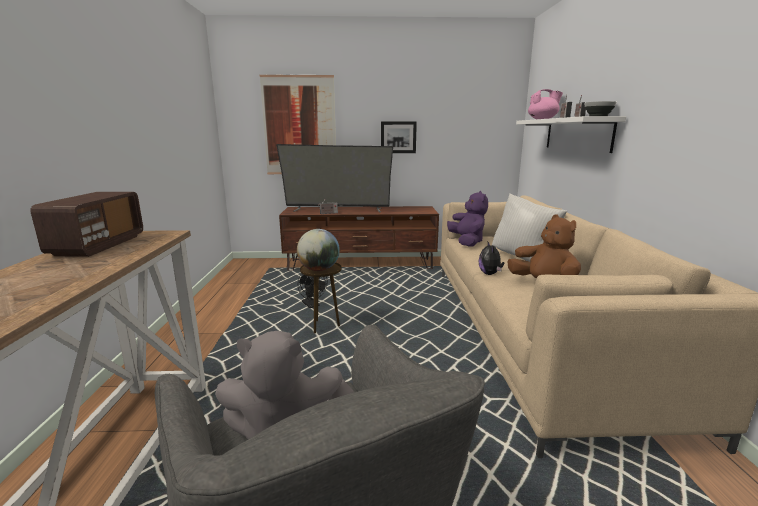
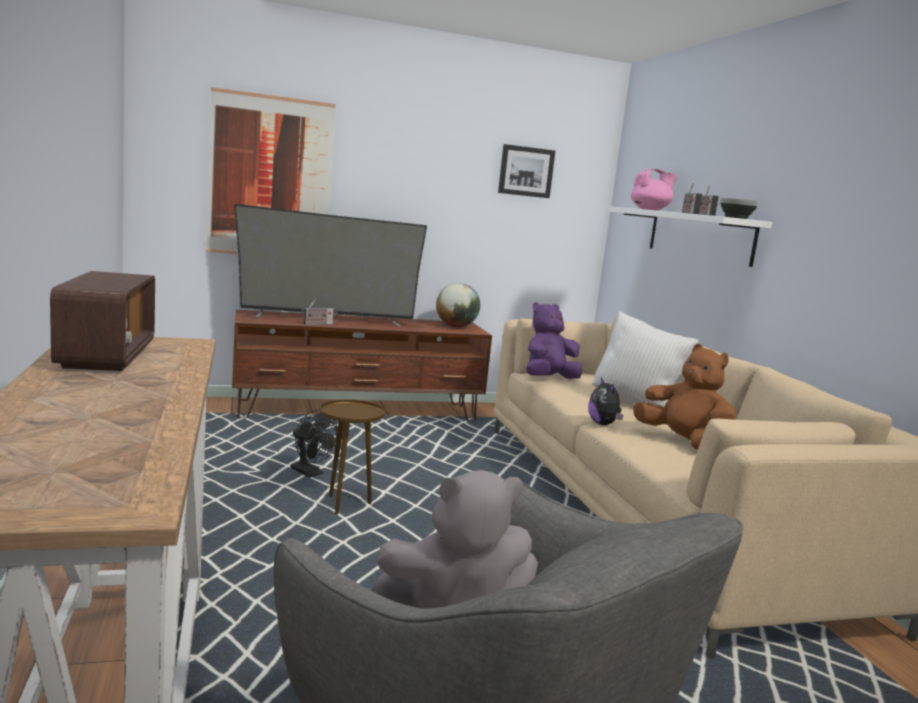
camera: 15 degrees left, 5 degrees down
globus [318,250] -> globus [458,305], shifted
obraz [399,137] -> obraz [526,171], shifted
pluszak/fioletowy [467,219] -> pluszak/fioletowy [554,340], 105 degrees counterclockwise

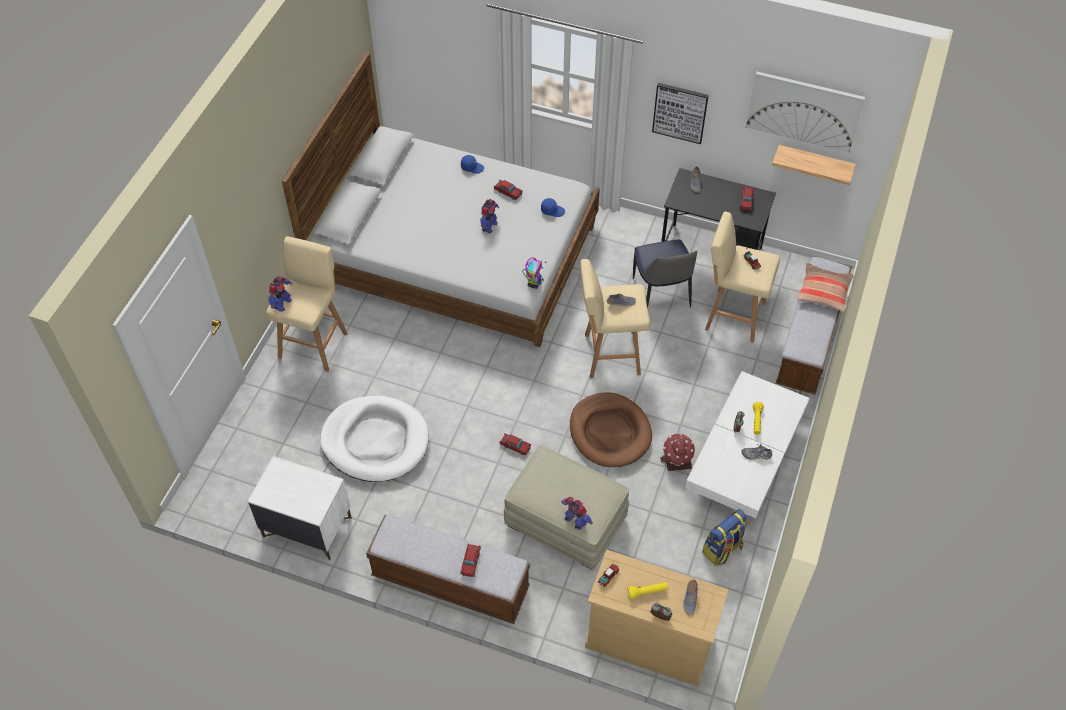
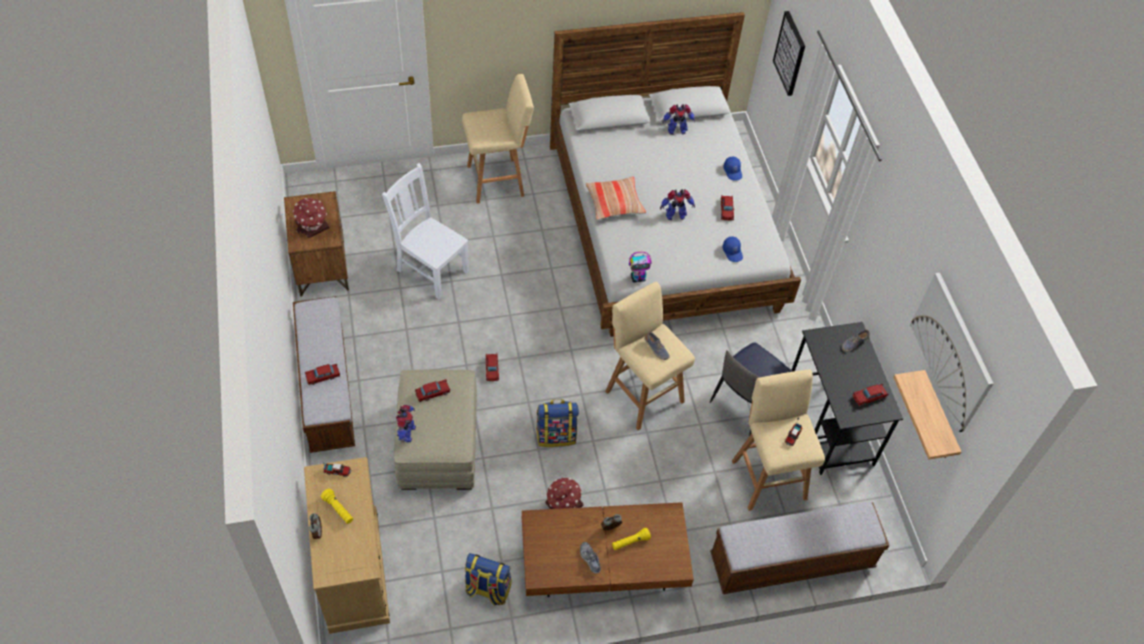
camera: 55 degrees right, 0 degrees up
szafka nocna/biały [299,508] -> szafka nocna/brązowy [316,244]
none -> domek [311,218]
legowisko/biały [374,439] -> krzesło/biały [425,231]
none -> samochodzik/czerwony [432,390]
ława/biały [747,444] -> ława/brązowy [608,549]
legowisko/brązowy [611,429] -> plecak [557,423]
poduszka [825,287] -> poduszka [616,198], shifted
robot zabawkowy [280,294] -> robot zabawkowy [678,119], shifted
obraz [680,113] -> obraz [789,53], shifted
but [690,598] -> none

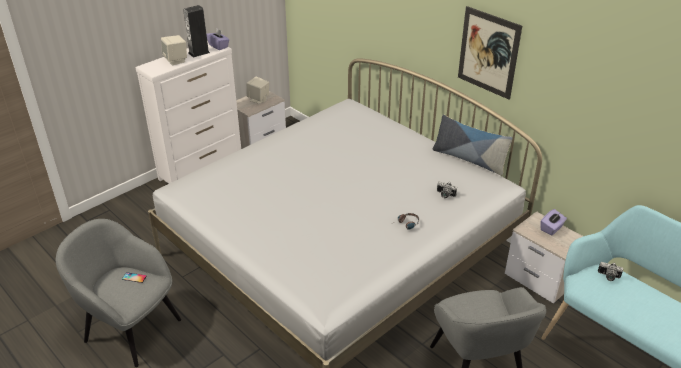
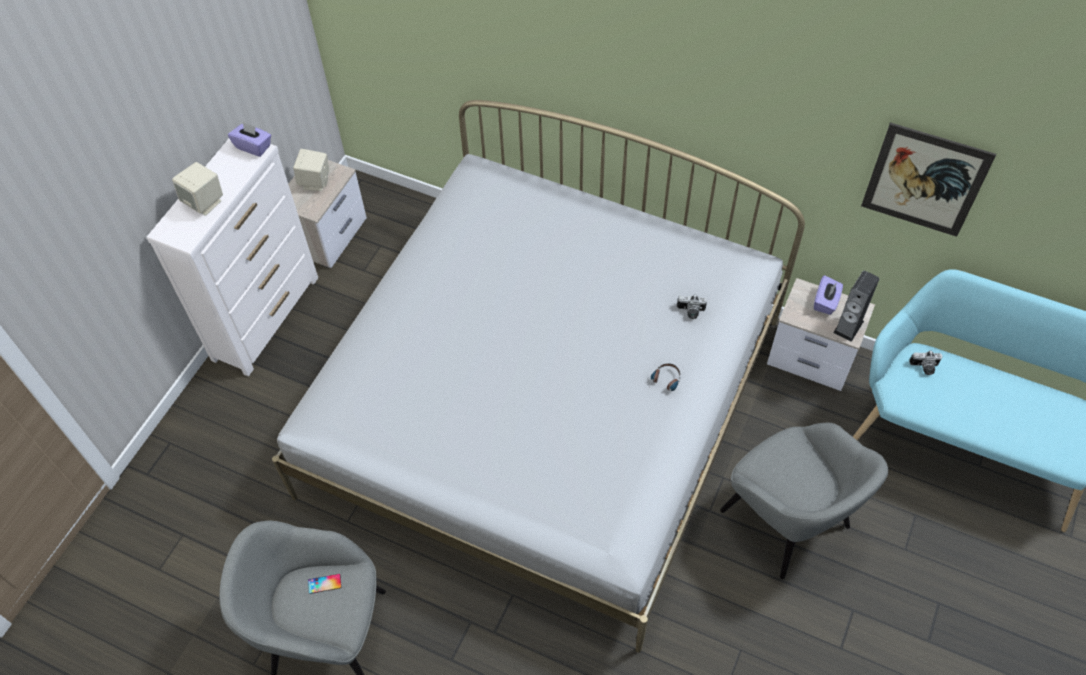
camera: 20 degrees left, 20 degrees up
głośnik [196,31] -> głośnik [856,306], shifted
obraz [490,53] -> obraz [928,179], shifted
poduszka [472,145] -> none

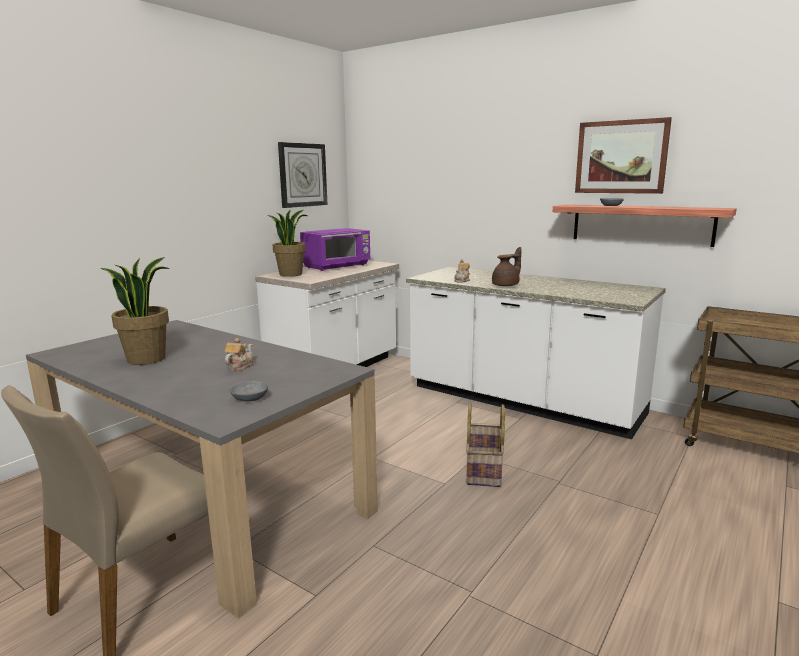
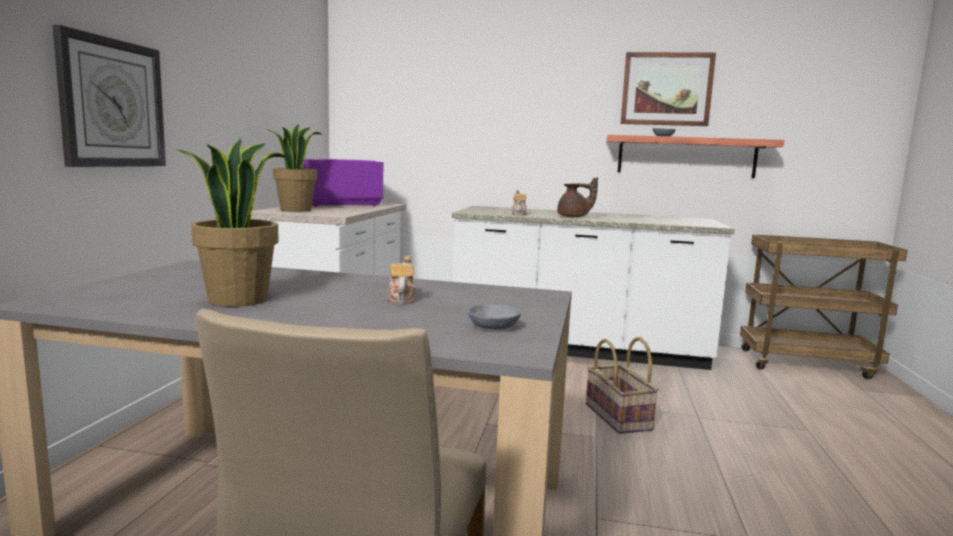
camera: 25 degrees left, 5 degrees down
zegar ścienny [303,175] -> zegar ścienny [109,96], shifted
mikrofalówka/fioletowy [335,249] -> mikrofalówka/fioletowy [342,183], 150 degrees counterclockwise
imbryk/brązowy [506,266] -> imbryk/brązowy [577,197], 75 degrees clockwise

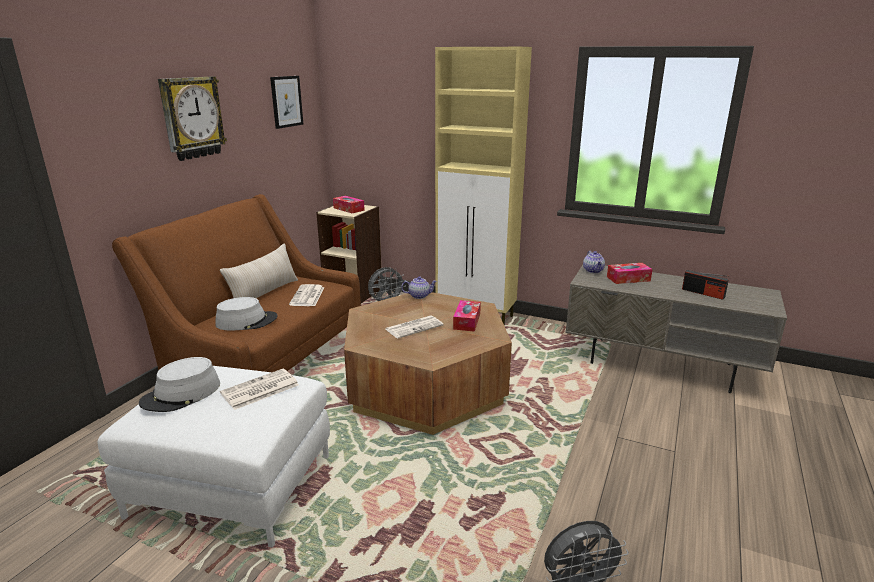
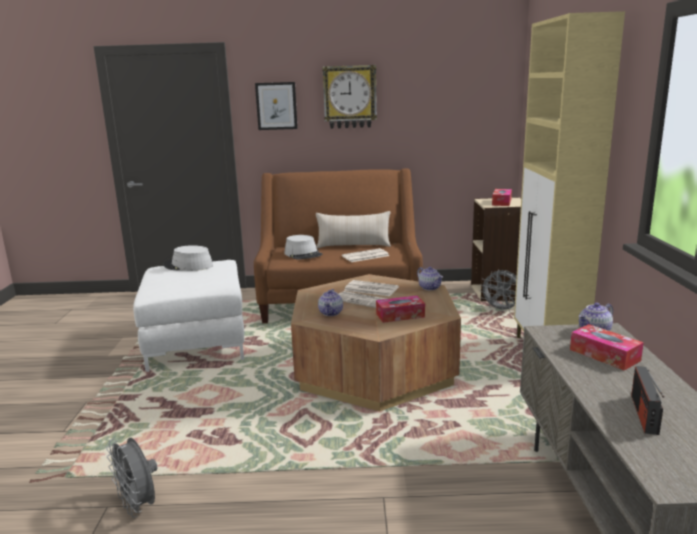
camera: 65 degrees right, 5 degrees down
obraz [286,102] -> obraz [276,106], shifted
none -> imbryk [330,302]
gazeta [259,389] -> gazeta [371,288], shifted

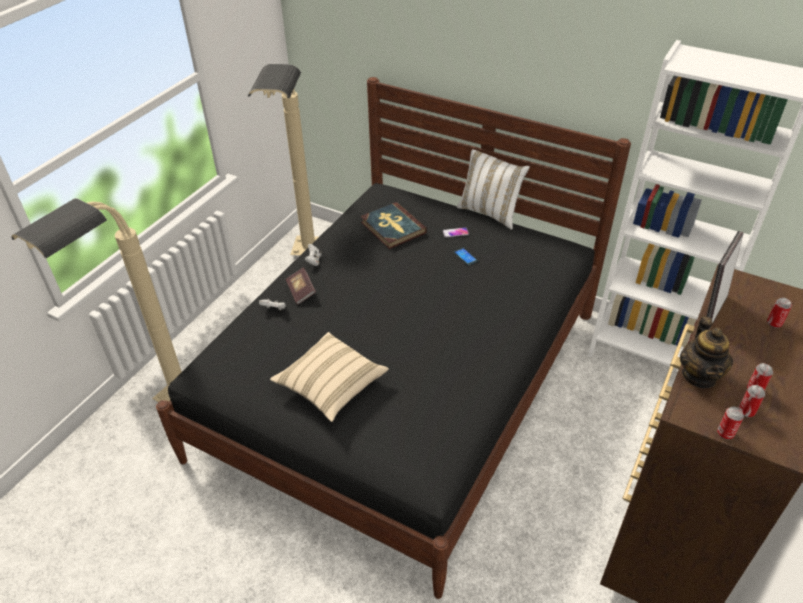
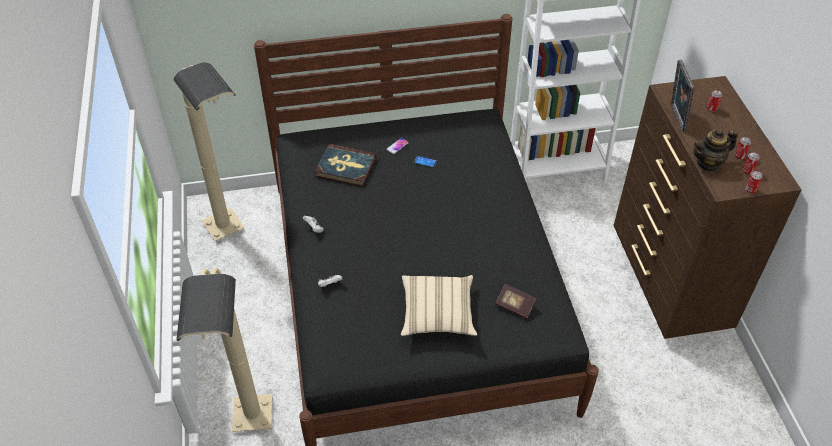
camera: 40 degrees left, 5 degrees up
książka [301,286] -> książka [515,301], shifted
imbryk [706,353] -> imbryk [716,150], 105 degrees clockwise
poduszka/biały [493,189] -> none

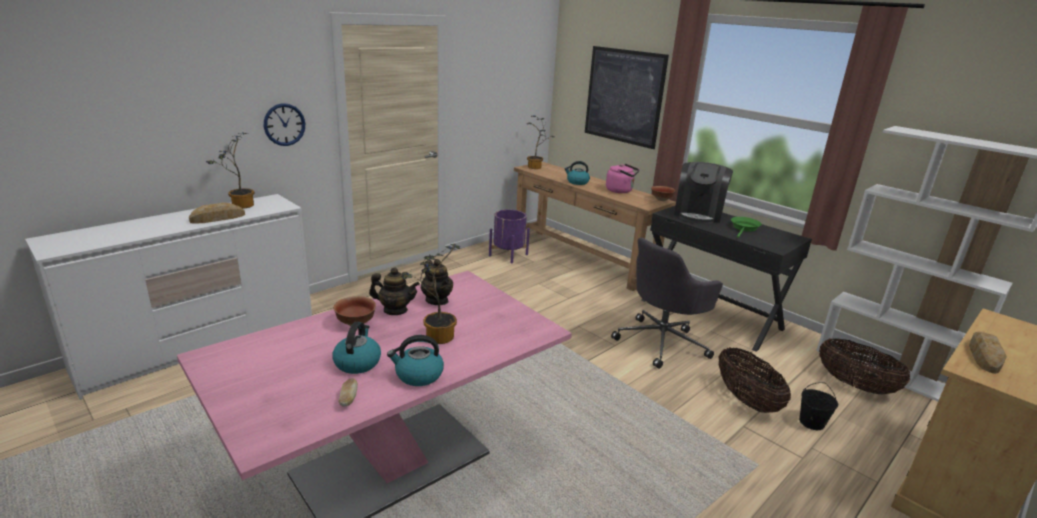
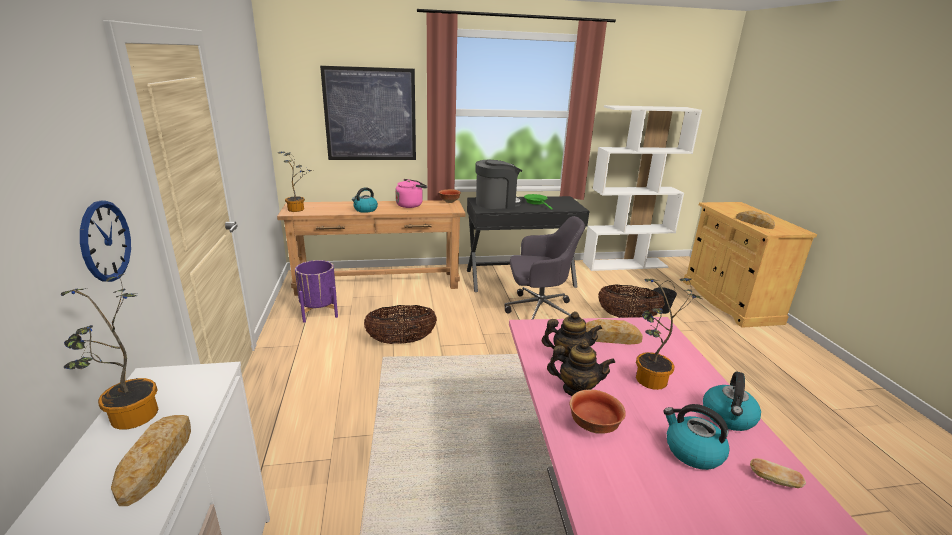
camera: 55 degrees left, 0 degrees up
koszyk [865,366] -> koszyk [400,324], shifted
ekspres do kawy [703,193] -> ekspres do kawy [498,184], 75 degrees counterclockwise
krzesło biurowe/szary [667,303] -> krzesło biurowe/szary [545,267], 90 degrees counterclockwise
imbryk [394,291] -> imbryk [581,368], 60 degrees clockwise
none -> chleb [614,332]

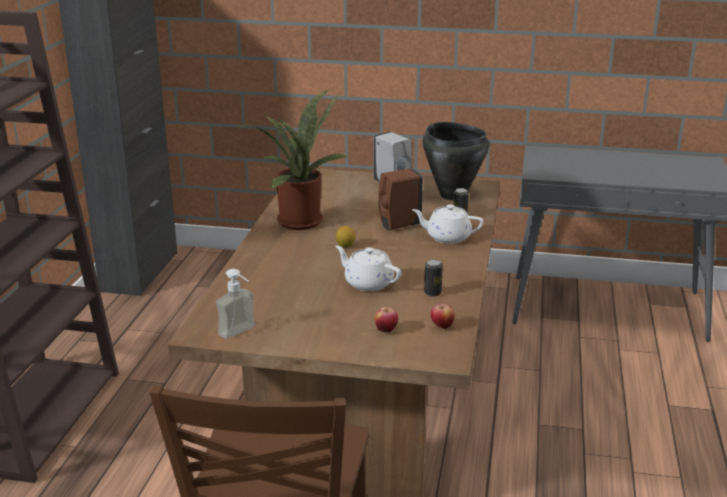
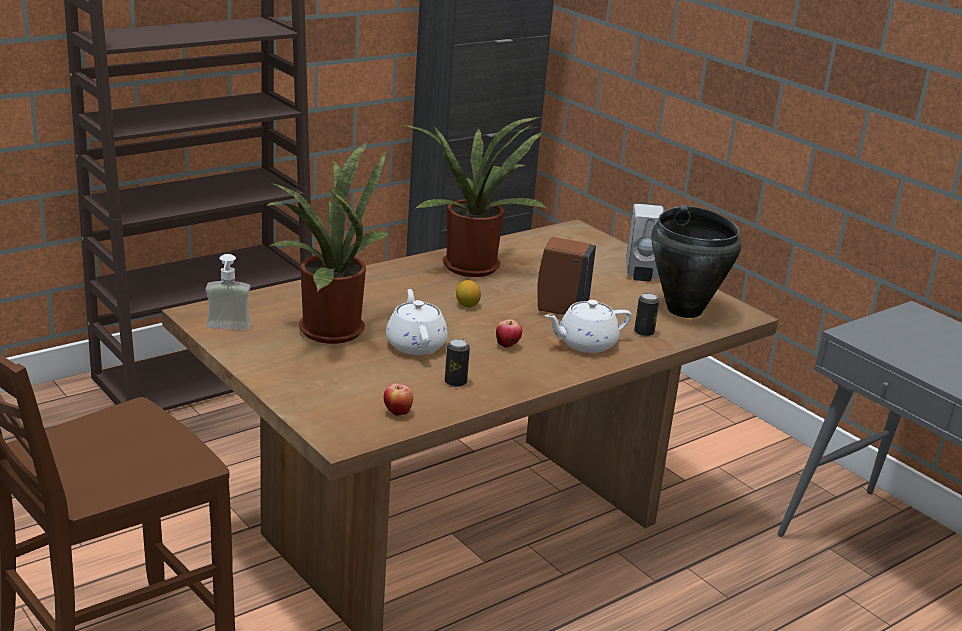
camera: 40 degrees right, 0 degrees up
none -> roślina doniczkowa [328,243]
jabłko [386,320] -> jabłko [509,333], shifted
imbryk/biały [448,224] -> imbryk/biały [588,326], 75 degrees counterclockwise

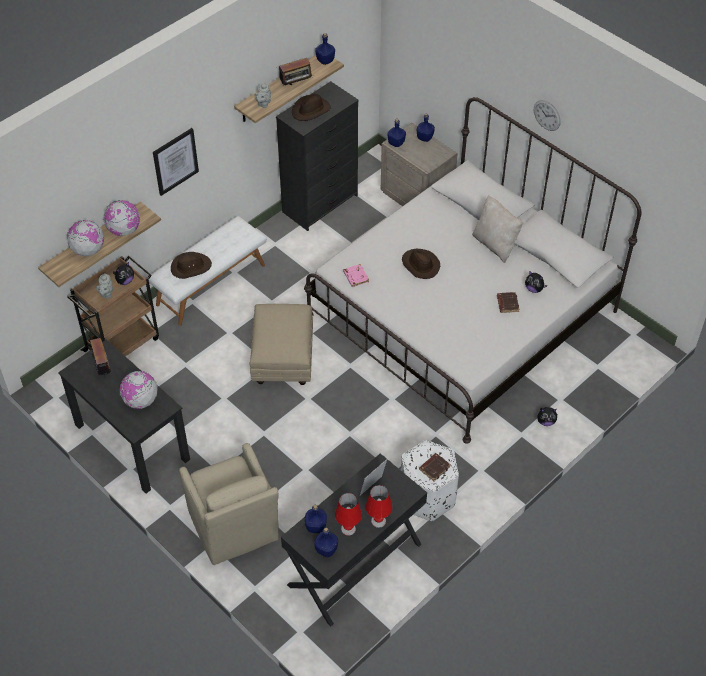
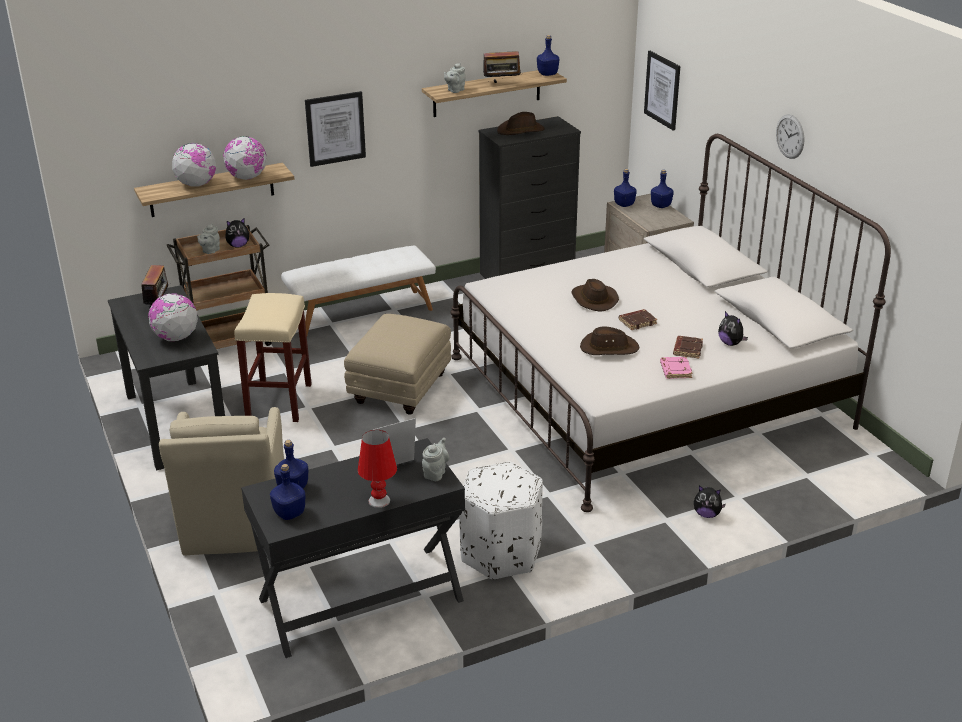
camera: 20 degrees right, 20 degrees down
none -> stołek/beżowy [273,357]
none -> imbryk/szary [435,459]
kapelusz/brązowy [191,265] -> kapelusz/brązowy [609,340], shifted
książka/brązowy [435,467] -> książka/brązowy [638,319], shifted
none -> obraz [662,91]
książka/różowy [356,275] -> książka/różowy [676,368], shifted
lampa stołowa/czerwony [348,514] -> none
poduszka/beżowy [497,229] -> none

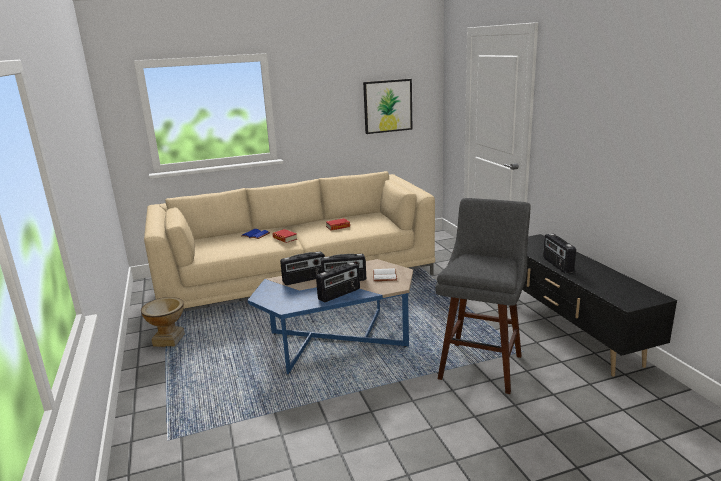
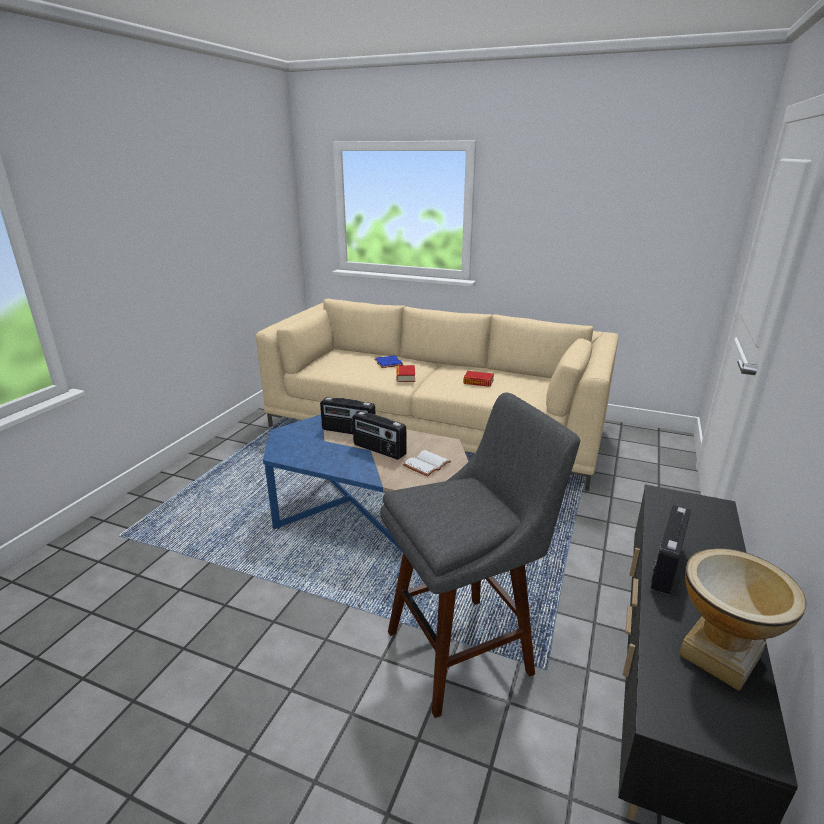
camera: 40 degrees right, 5 degrees up
wazon [163,322] -> wazon [743,619], shifted
radio [338,282] -> none
obraz [387,106] -> none

